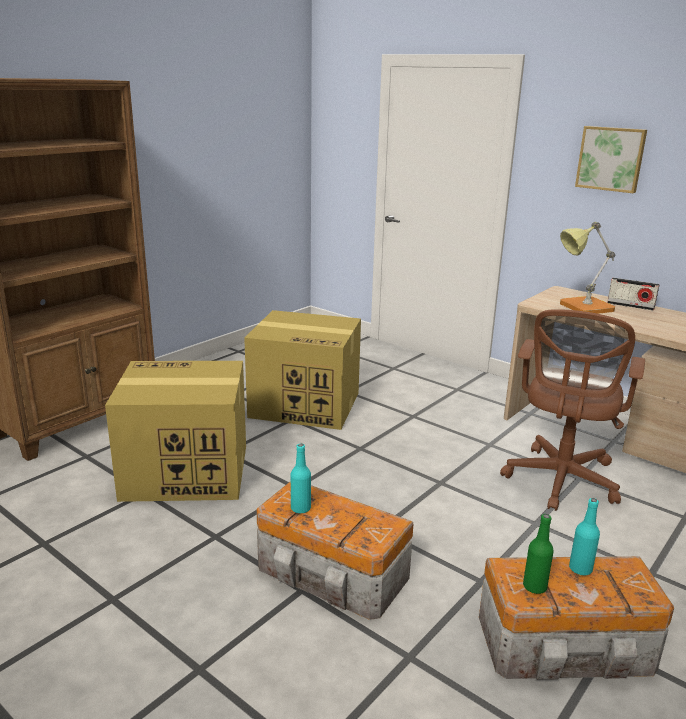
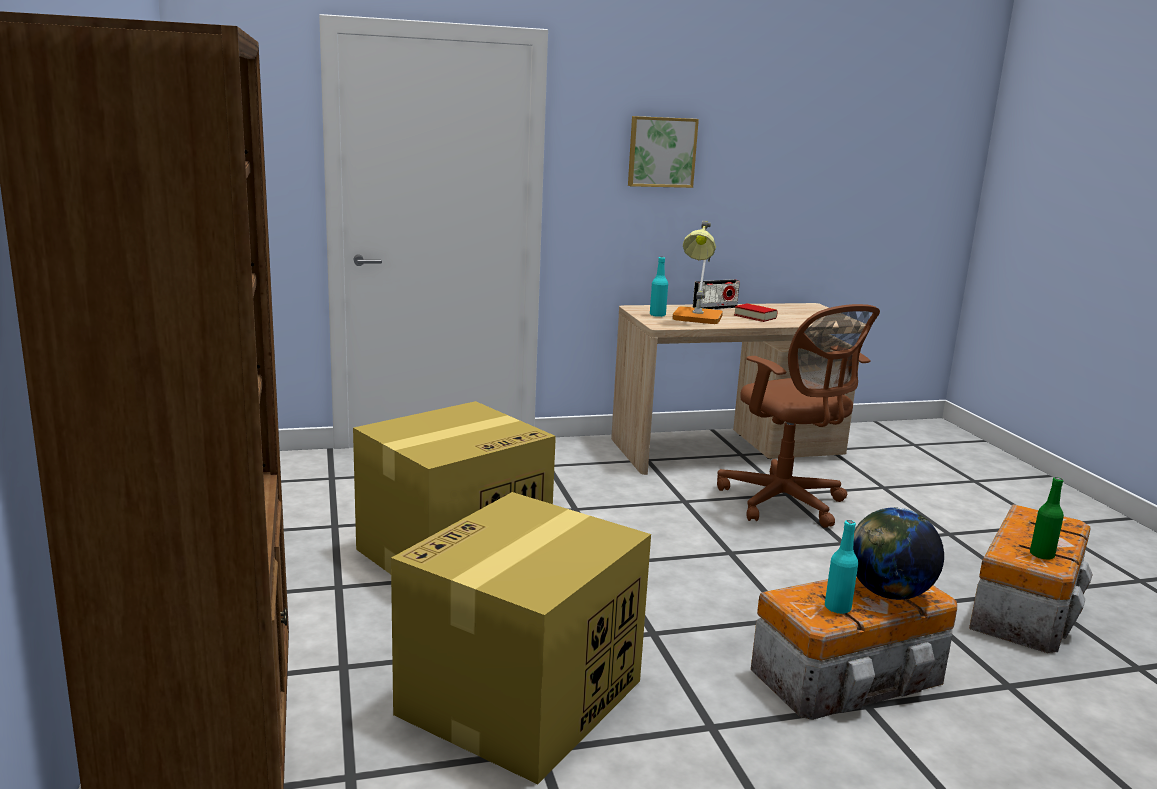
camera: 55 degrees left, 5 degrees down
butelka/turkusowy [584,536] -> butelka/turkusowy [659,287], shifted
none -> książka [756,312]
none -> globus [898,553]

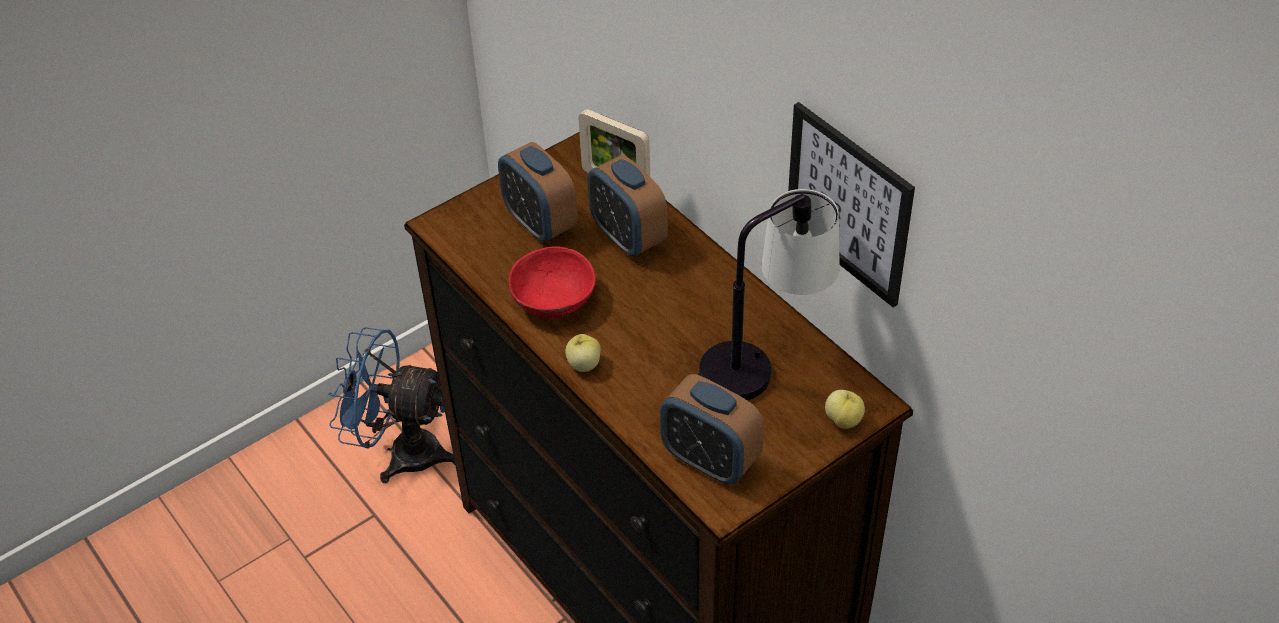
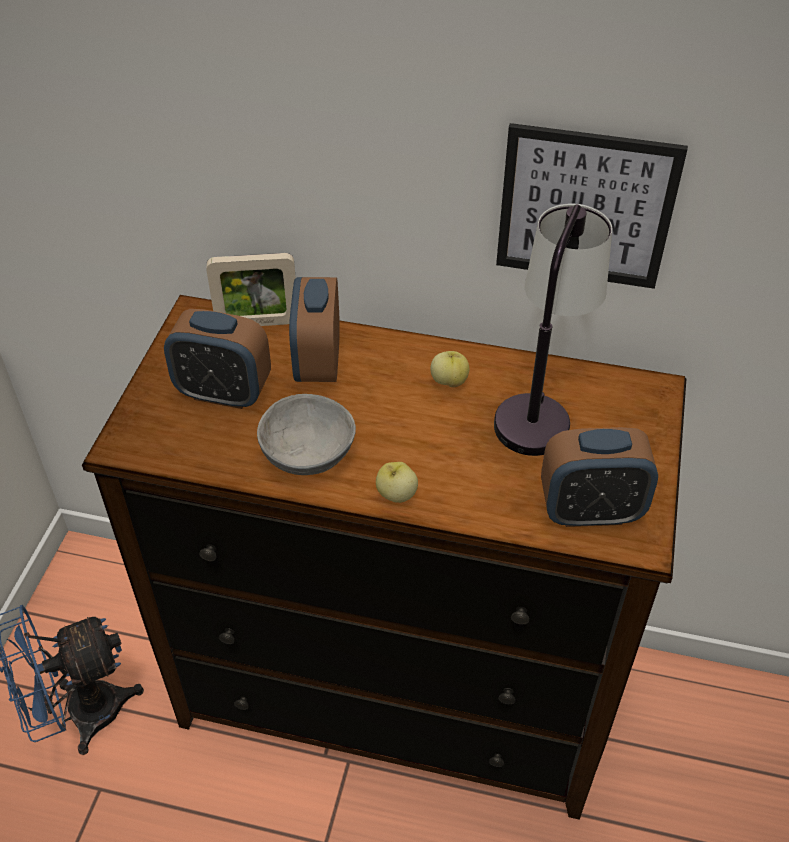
camera: 40 degrees left, 0 degrees up
miska/czerwony [552,282] -> miska/szary [306,434]
budzik [628,205] -> budzik [314,329], 75 degrees clockwise
jabłko [845,409] -> jabłko [449,369], shifted

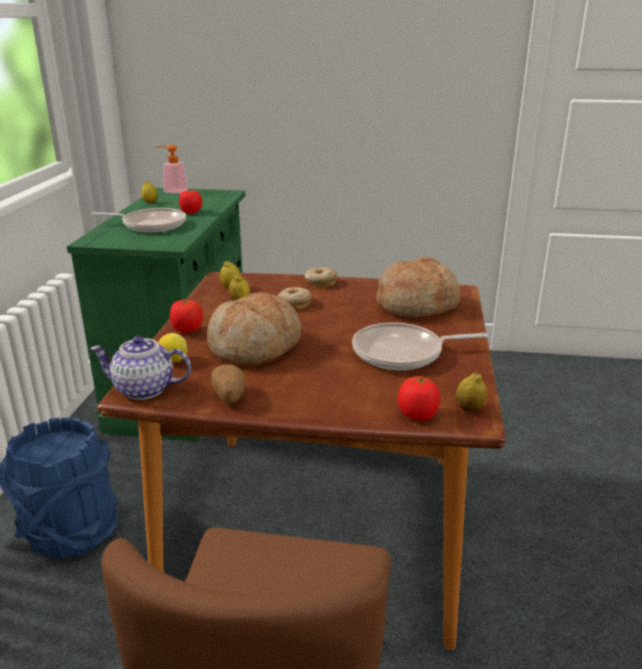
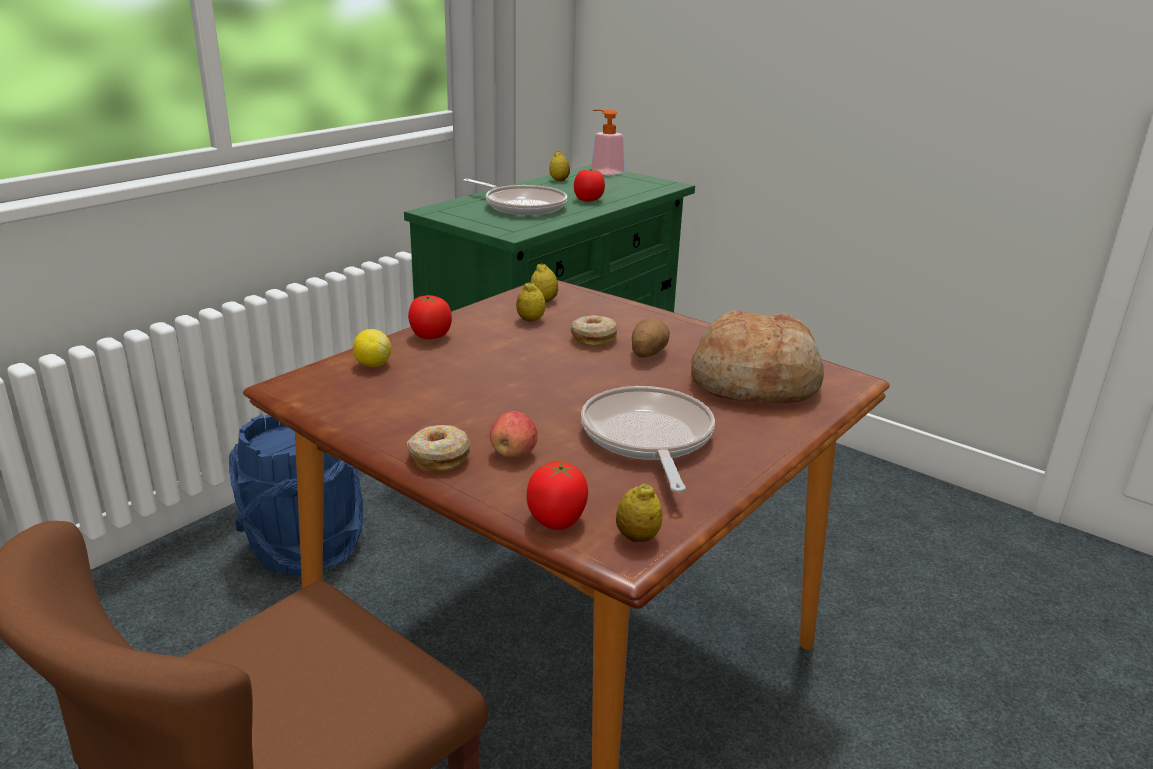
camera: 30 degrees right, 0 degrees up
donut [321,277] -> donut [438,448], shifted
none -> jabłko [514,434]
patelnia [420,346] -> patelnia [648,439], 60 degrees clockwise
ziemniak [228,383] -> ziemniak [651,338], shifted
imbryk [140,368] -> none
chleb [254,329] -> none

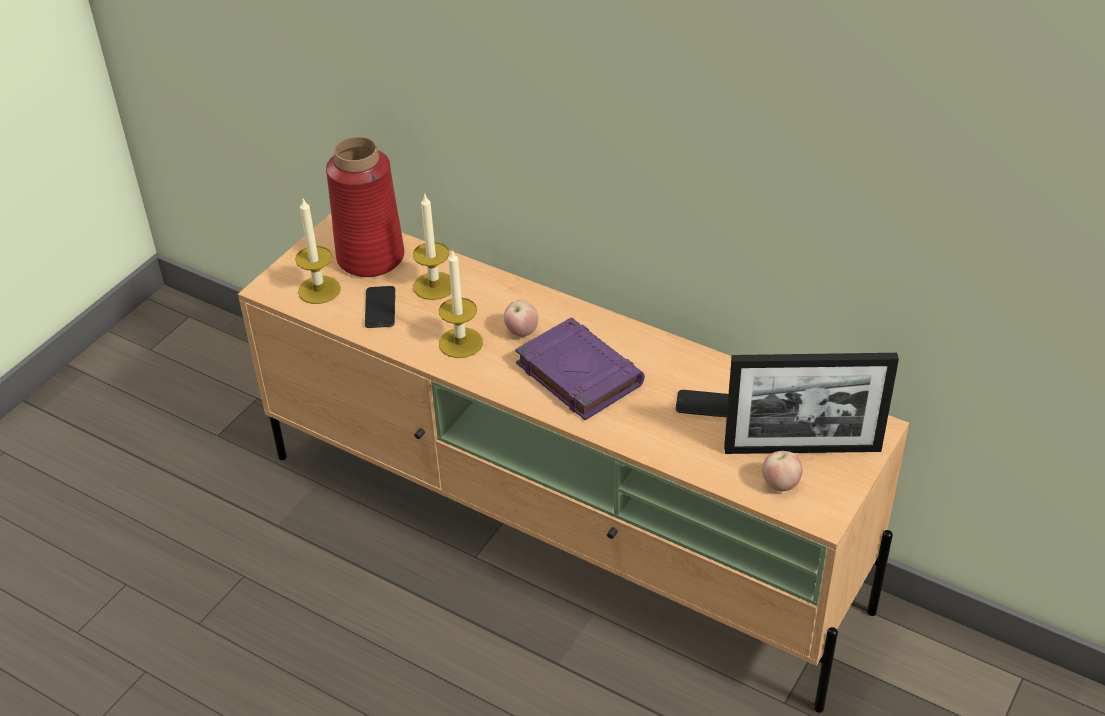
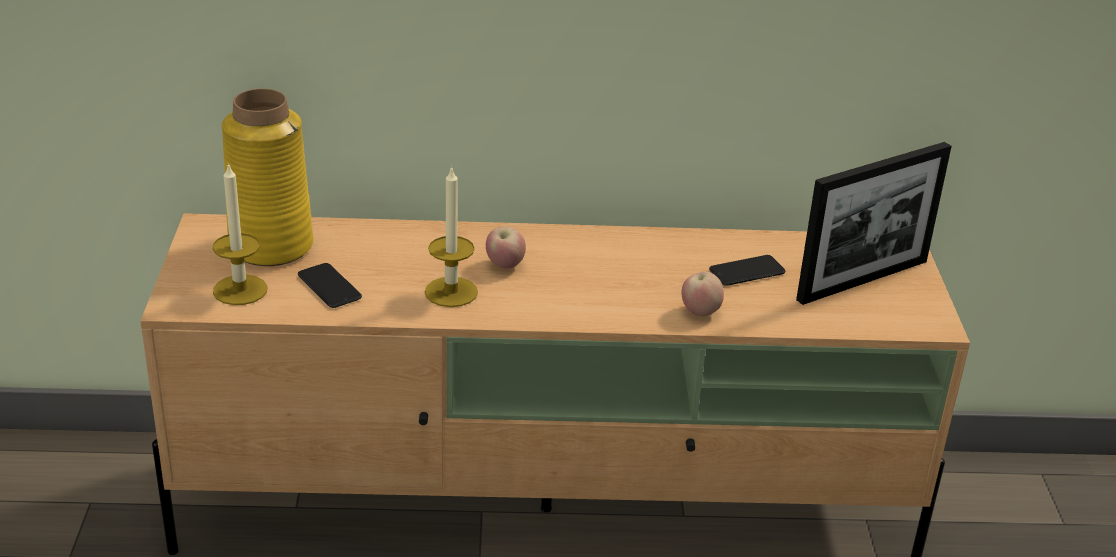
camera: 35 degrees left, 10 degrees down
wazon/czerwony [365,207] -> wazon/żółty [267,177]
jabłko [782,471] -> jabłko [702,294], shifted
świeca [432,247] -> none
książka/fioletowy [580,369] -> none

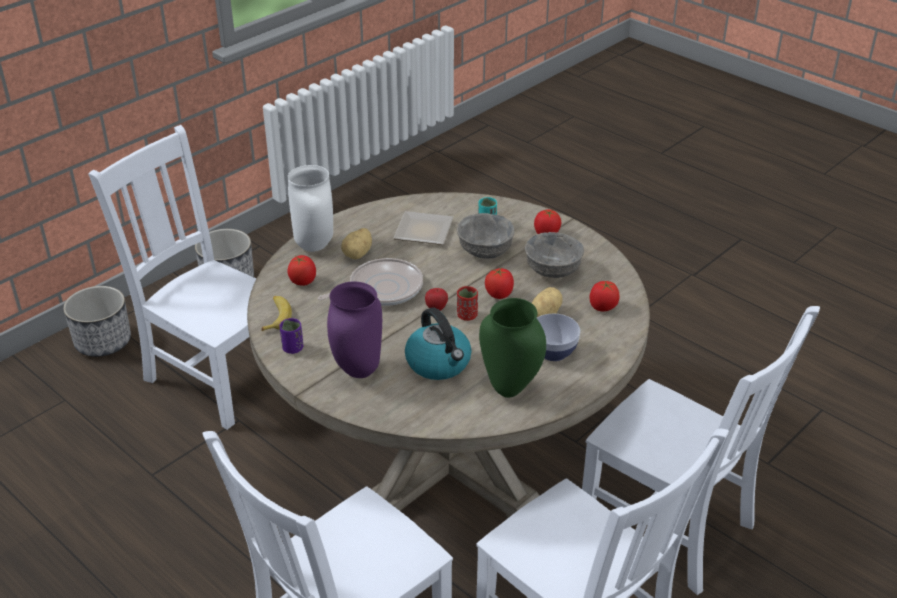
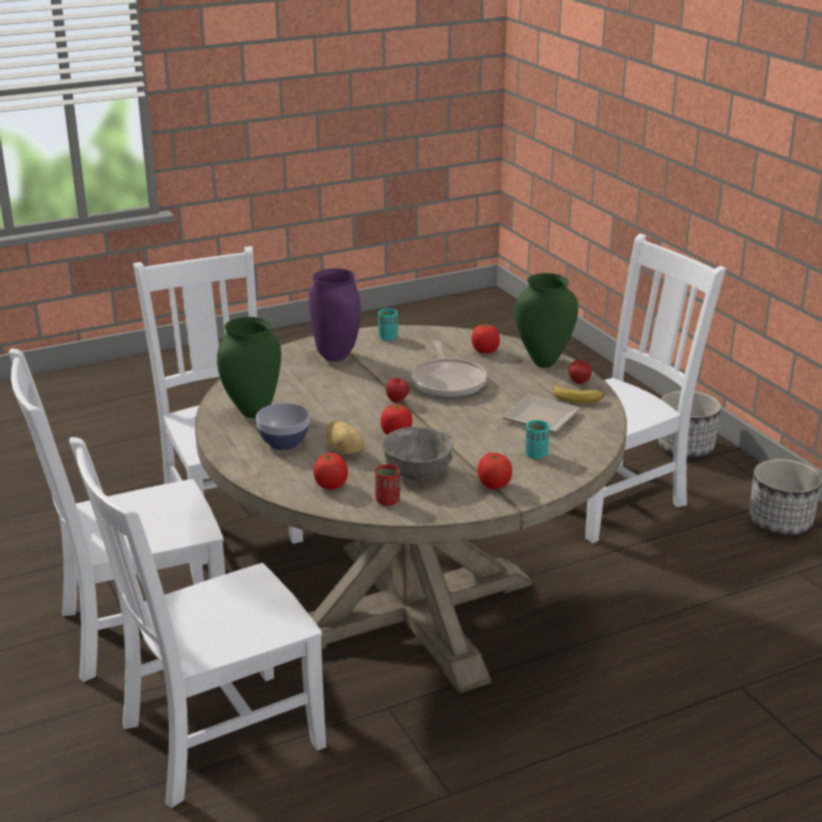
camera: 110 degrees right, 10 degrees down
filiżanka/czerwony [467,303] -> filiżanka/czerwony [387,485], shifted
filiżanka/fioletowy [291,336] -> filiżanka/turkusowy [388,324]
wazon/biały [310,208] -> wazon/zielony [546,320]
banan [277,313] -> banan [578,393], shifted
none -> jabłko [580,372]
ziemniak [356,244] -> none
czajnik [438,343] -> none
miska/szary [485,236] -> none

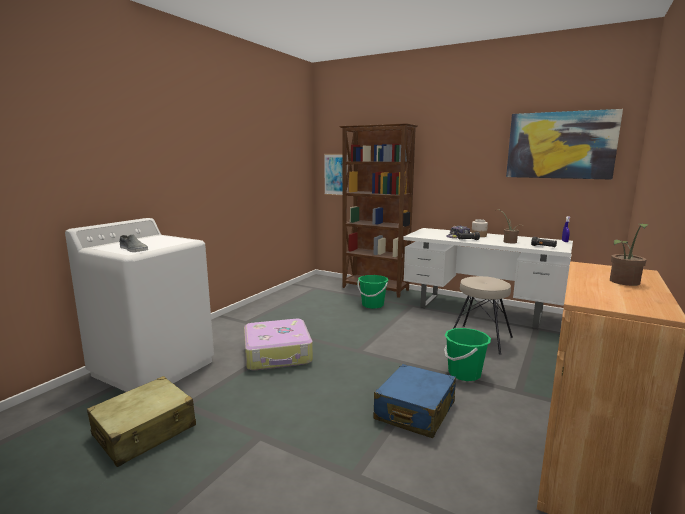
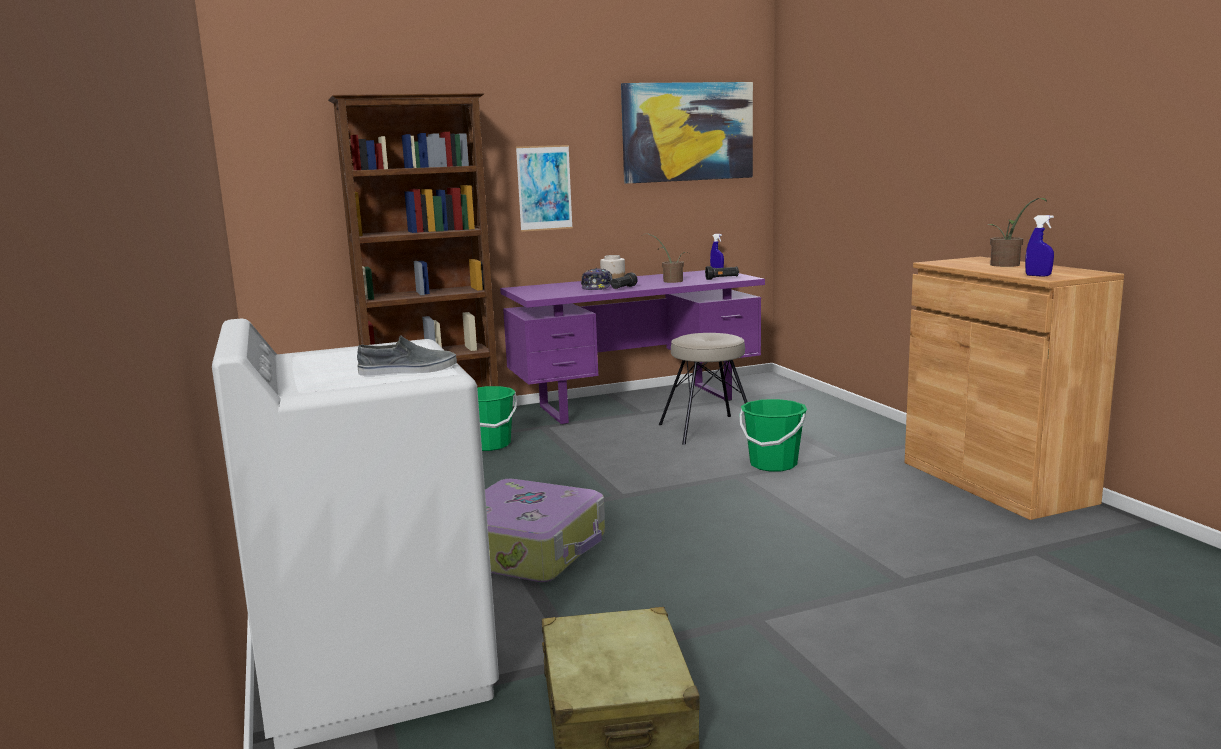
camera: 50 degrees left, 0 degrees up
biurko/biały [488,278] -> biurko/fioletowy [632,347]
obraz [336,174] -> obraz [544,188], shifted
none -> spryskiwacz/niebieski [1039,246]
walizka/niebieski [414,401] -> none

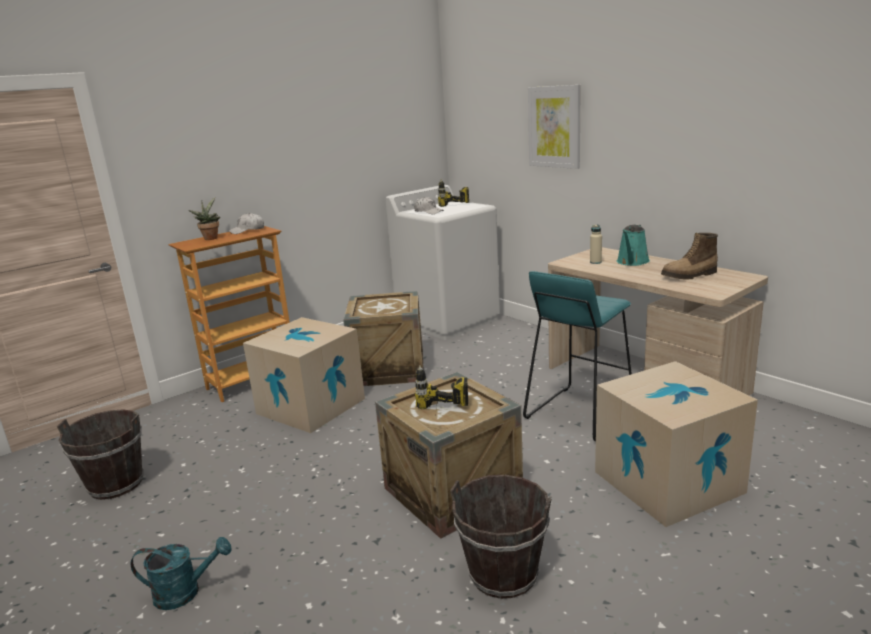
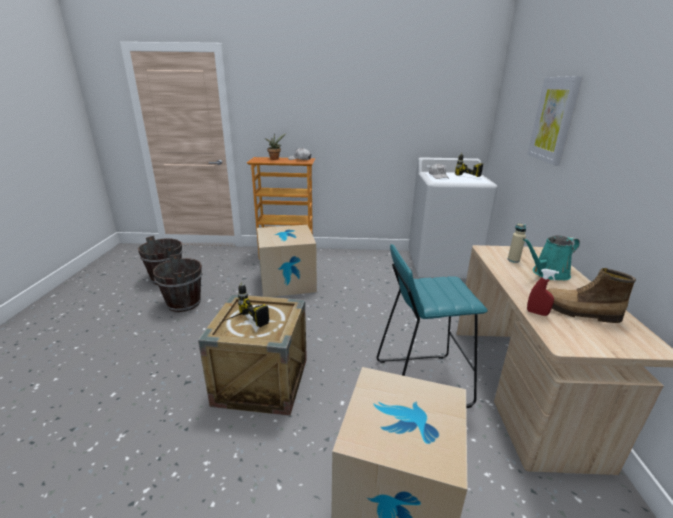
camera: 40 degrees right, 5 degrees up
wiadro/brązowy [501,537] -> wiadro/brązowy [177,283], shifted
none -> spryskiwacz/czerwony [543,292]
konewka/turkusowy [181,573] -> none
skrzynka [383,338] -> none

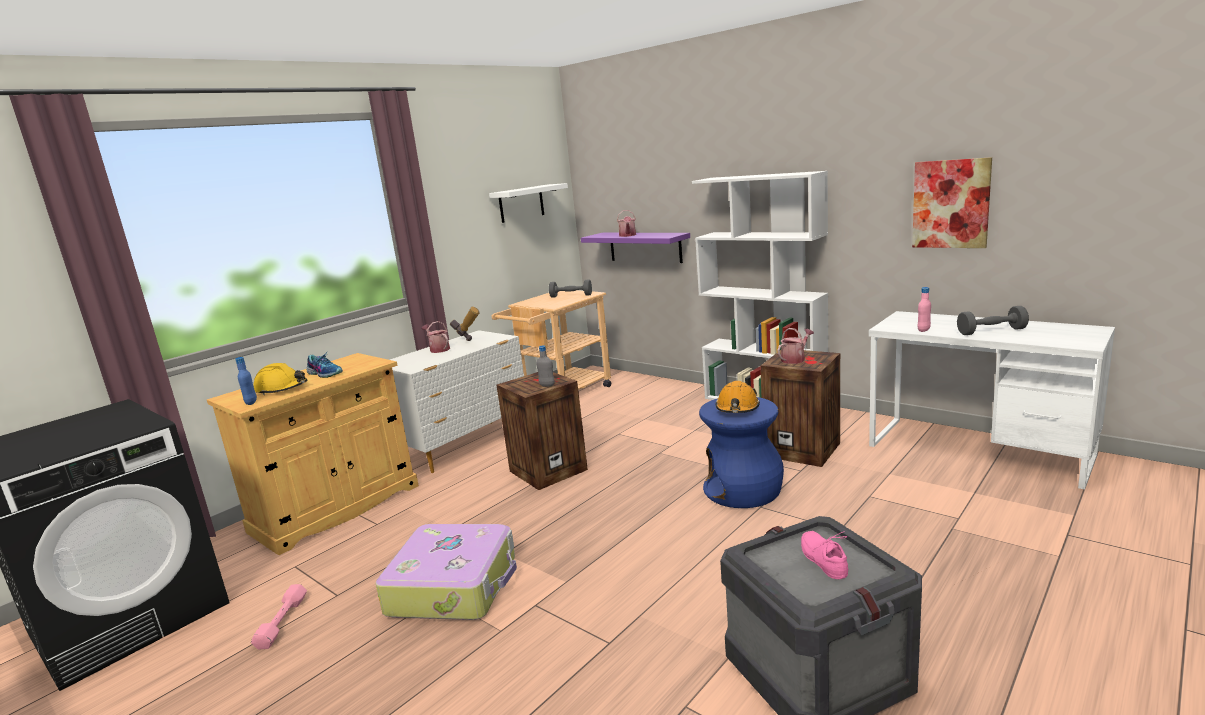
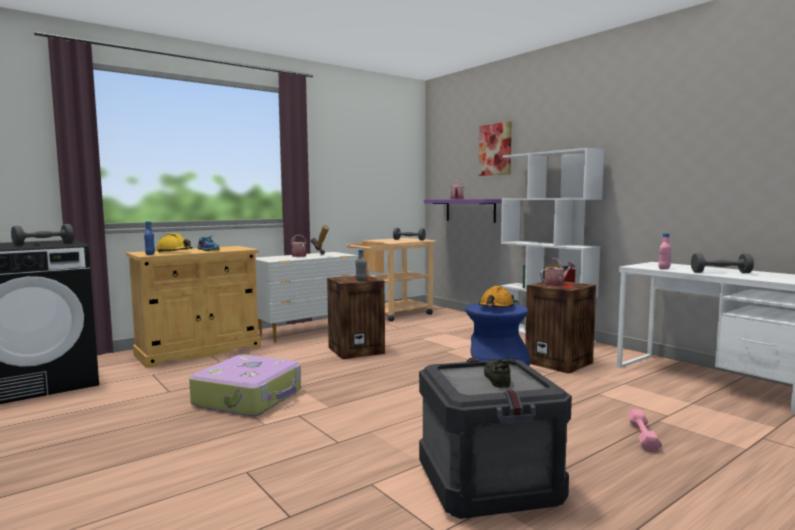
camera: 10 degrees right, 10 degrees down
none -> hantel/szary [42,235]
obraz [952,202] -> obraz [495,148], shifted
but/różowy [824,555] -> but/szary [500,370]
hantel/różowy [279,617] -> hantel/różowy [644,430], shifted
półka/biały [528,203] -> none

